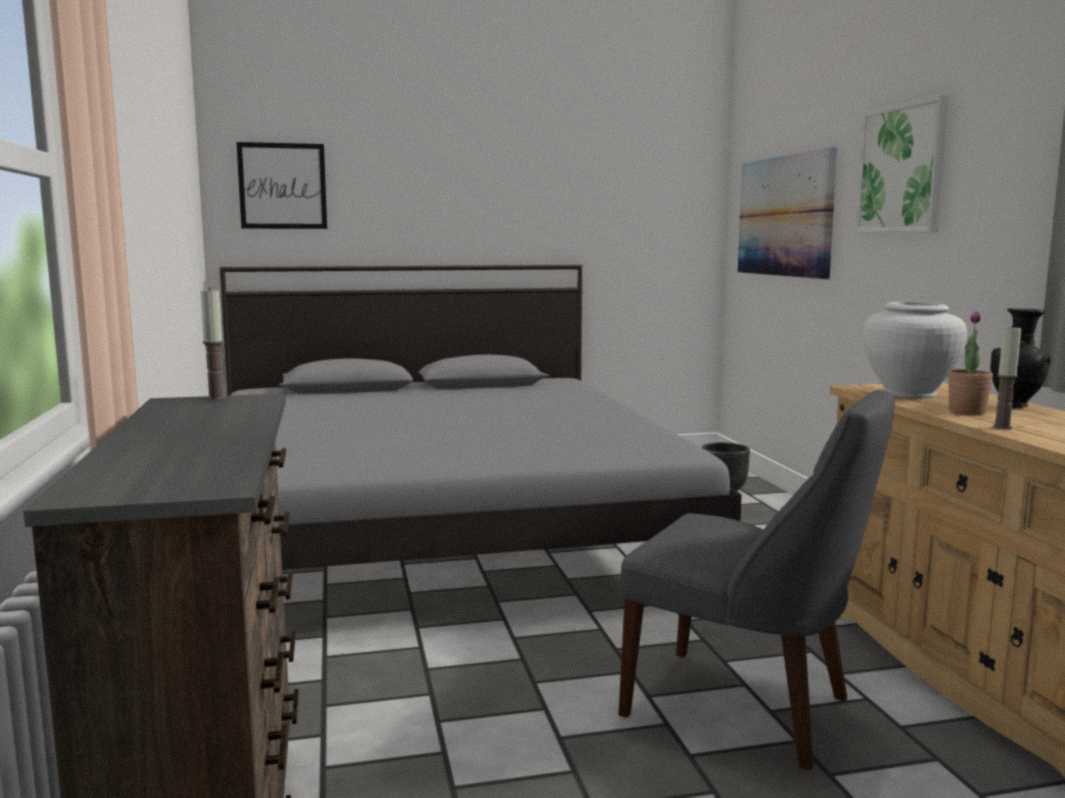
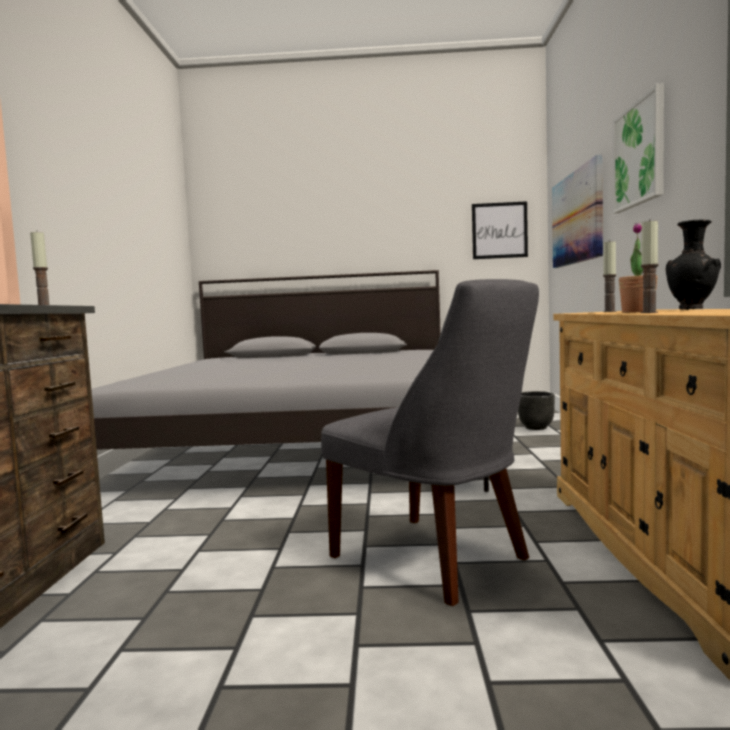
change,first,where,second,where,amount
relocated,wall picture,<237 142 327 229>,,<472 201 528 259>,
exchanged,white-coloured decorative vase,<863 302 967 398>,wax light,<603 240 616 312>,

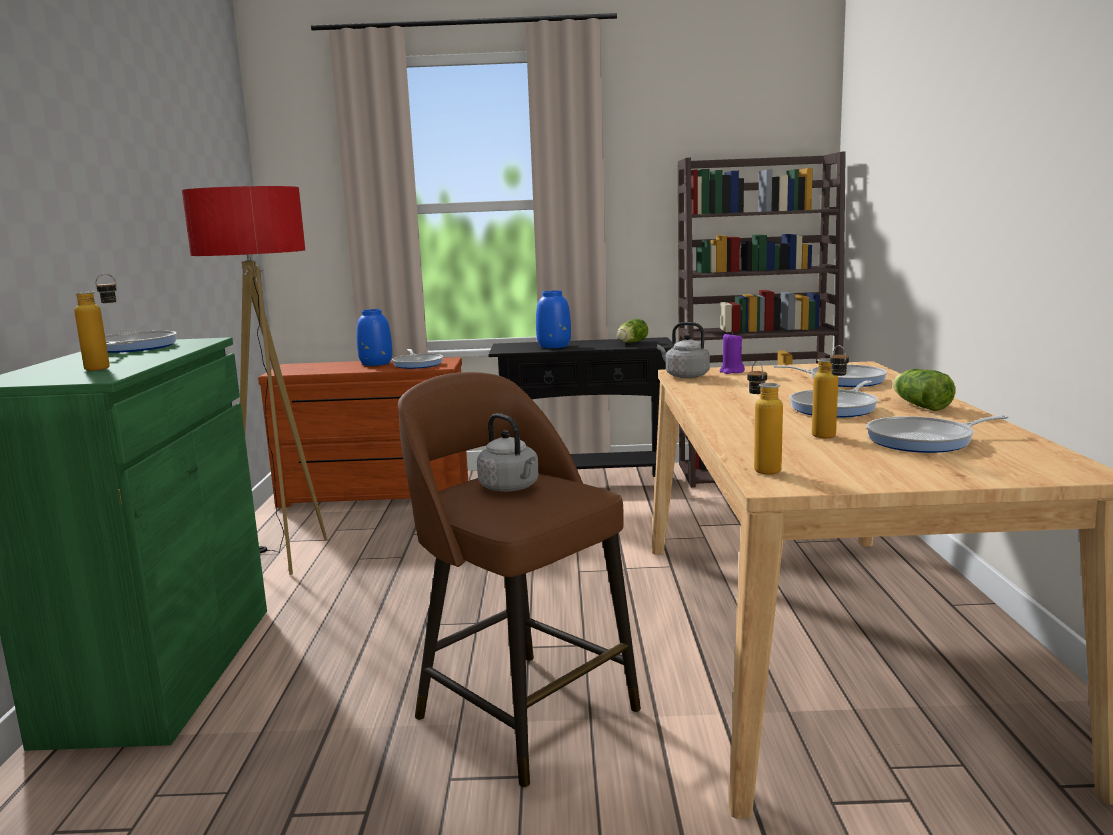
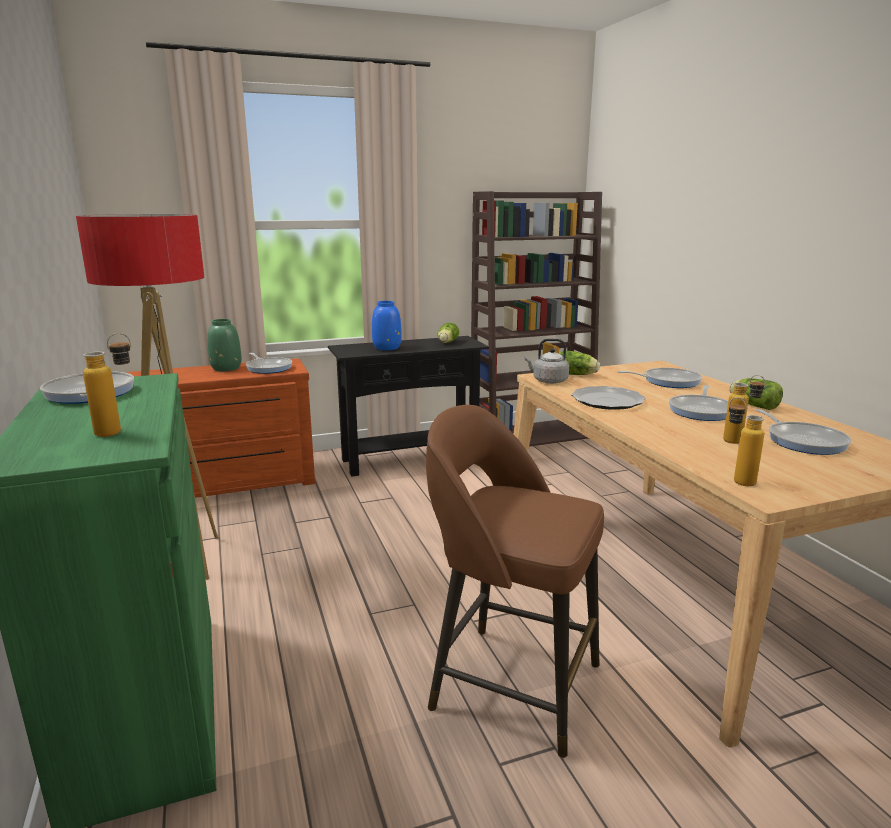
change,first,where,second,where,amount
colour,blue-coloured decorative vase,<356 309 393 366>,green decorative vase,<207 319 242 371>,
missing,greyish tea kettle,<477 413 539 492>,,,
exchanged,purplish wax light,<720 332 745 374>,lettuce,<559 350 600 375>,
spun,frying pan,<866 415 1009 453>,,<755 409 851 455>,75 degrees counterclockwise
appeared,,,dinner plate,<571 386 646 410>,

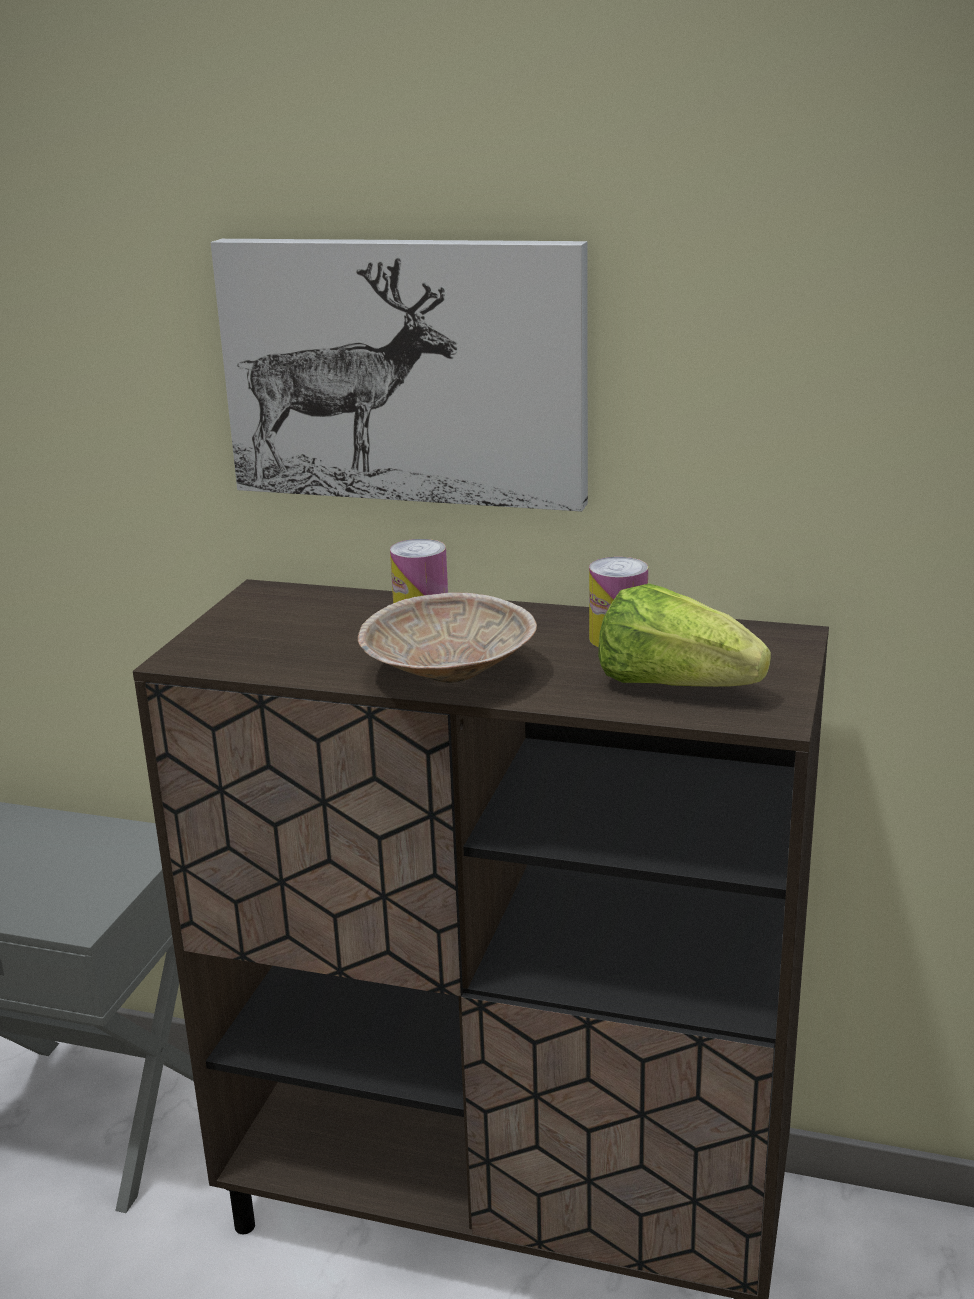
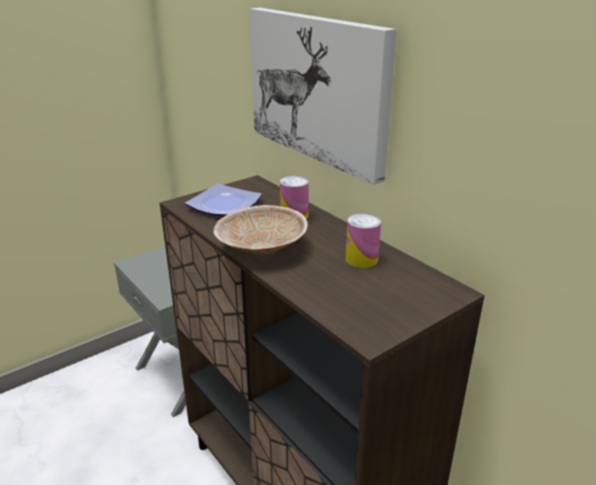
change,first,where,second,where,amount
missing,lettuce,<598 583 771 687>,,,
appeared,,,dinner plate,<185 184 262 216>,

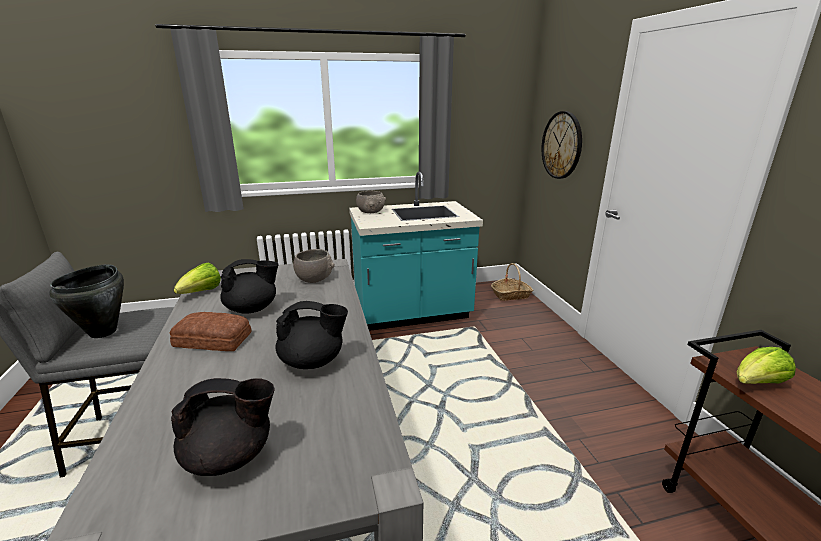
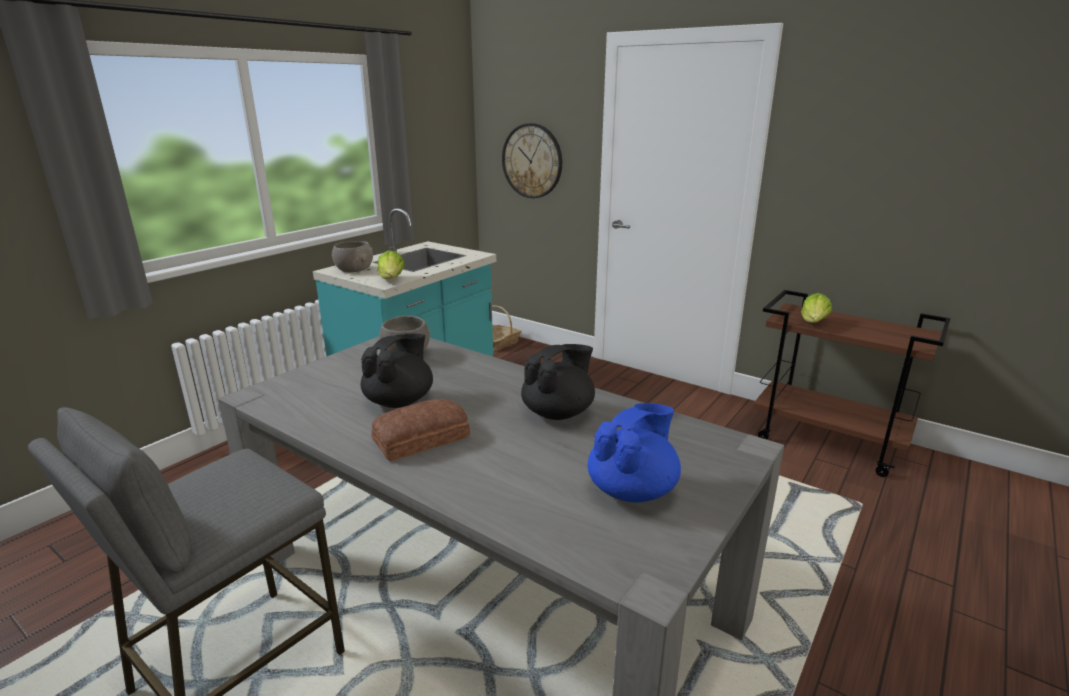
change,first,where,second,where,amount
missing,blackish cooking pot,<49 264 124 338>,,,
colour,blackish pot for tea,<171 378 275 476>,blue-coloured pot for tea,<587 403 681 502>,
relocated,lettuce,<174 263 221 294>,,<378 250 405 279>,

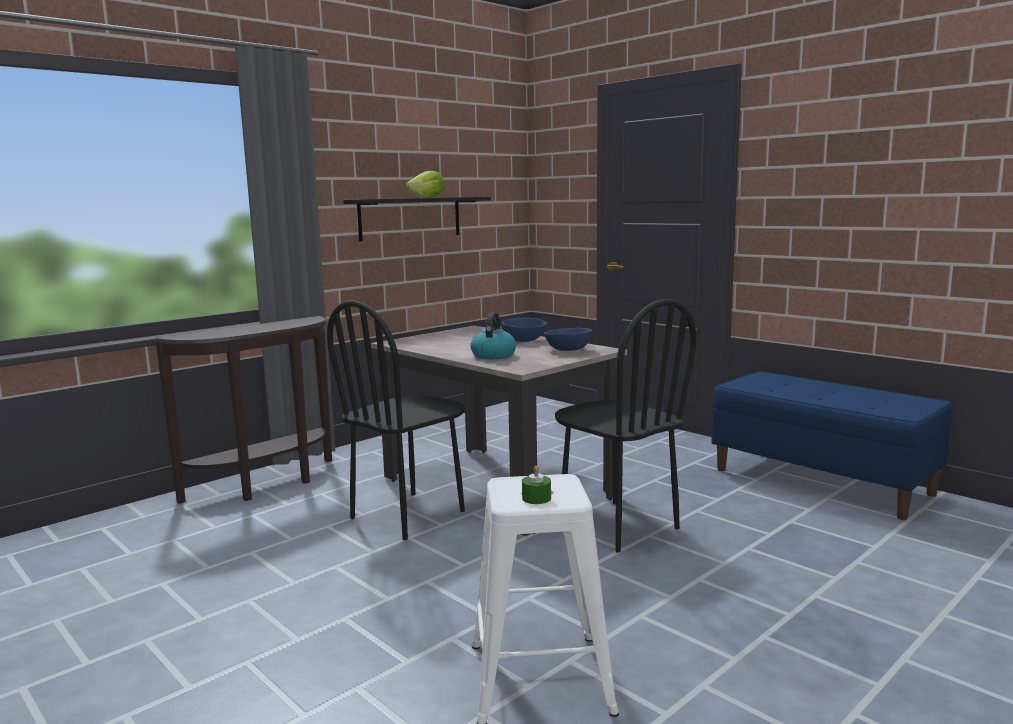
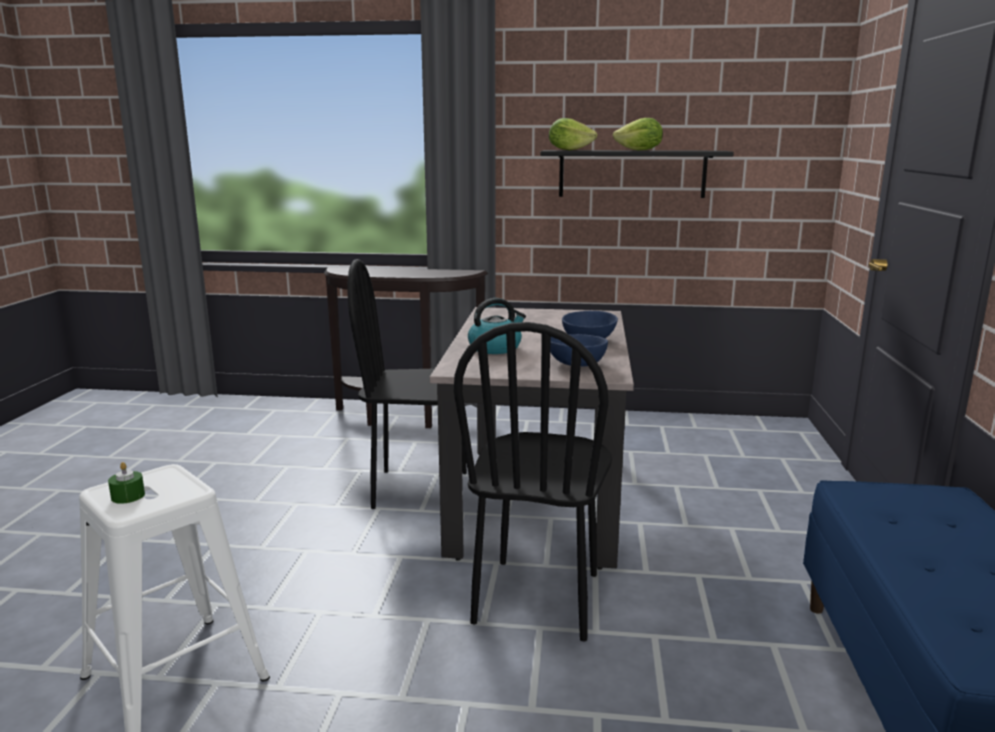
change,first,where,second,where,amount
appeared,,,lettuce,<549 118 597 150>,

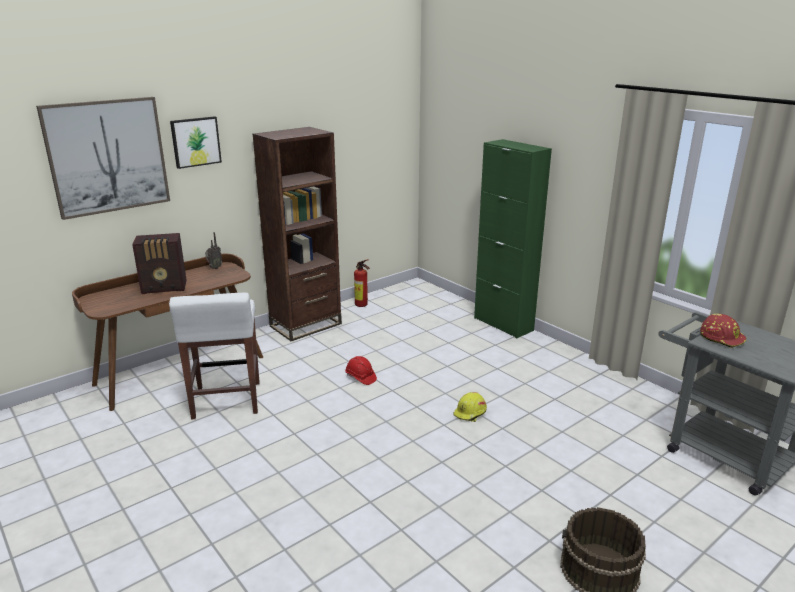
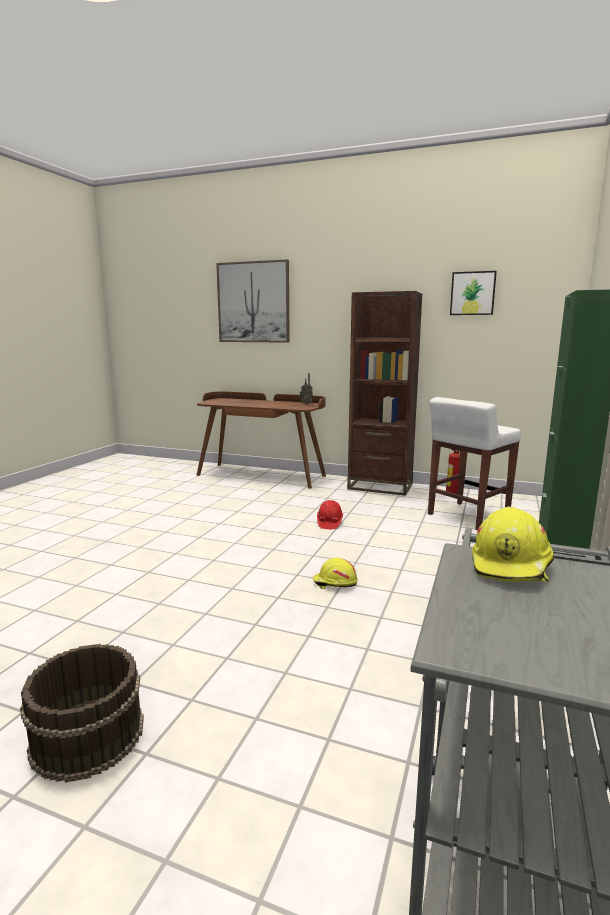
change,first,where,second,where,amount
missing,radio,<132 233 187 294>,,,
relocated,white-coloured sitting stool,<169 293 260 420>,,<428 397 521 530>,
relocated,wall picture,<170 116 222 169>,,<450 271 497 315>,
colour,red safety helmet,<700 314 746 348>,yellow safety helmet,<472 507 554 582>,

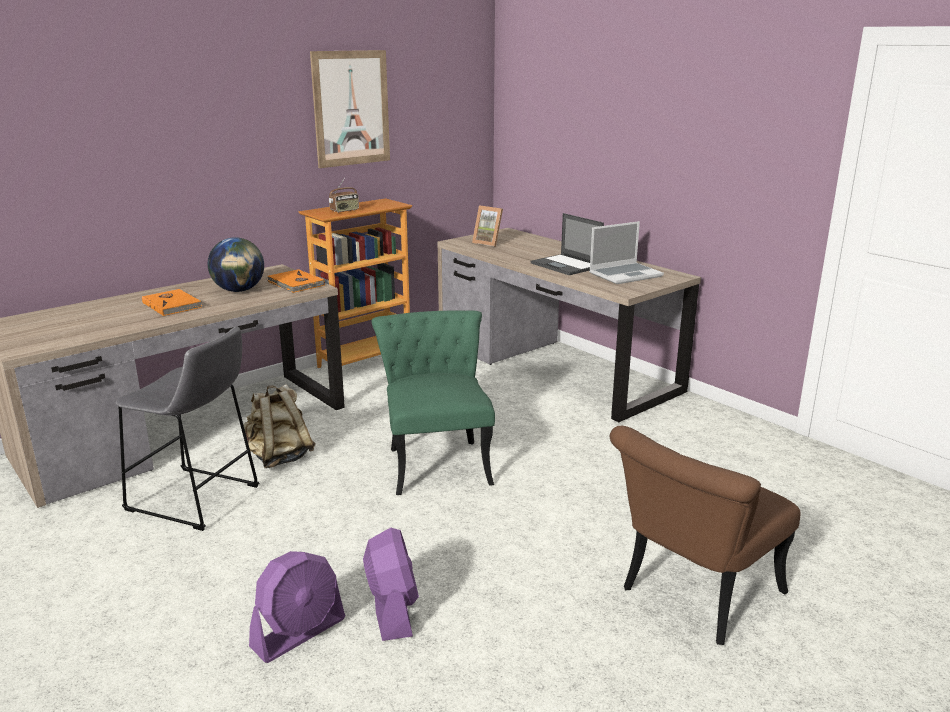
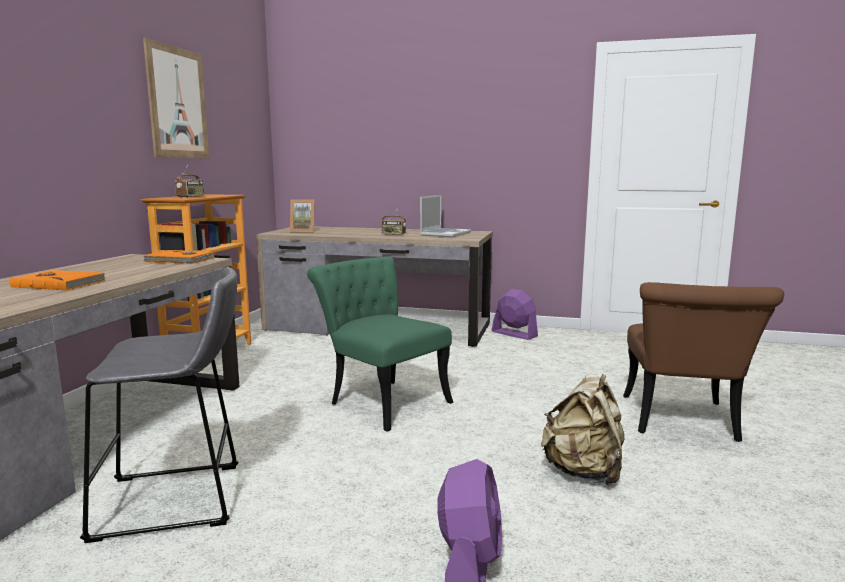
change,first,where,second,where,amount
missing,world globe,<208 237 264 292>,,,
relocated,beige-coloured knapsack,<243 384 316 468>,,<541 374 624 486>,
relocated,purplish cooling fan,<363 528 419 641>,,<492 289 538 340>,
exchanged,notebook computer,<531 213 604 275>,radio,<381 210 407 235>,

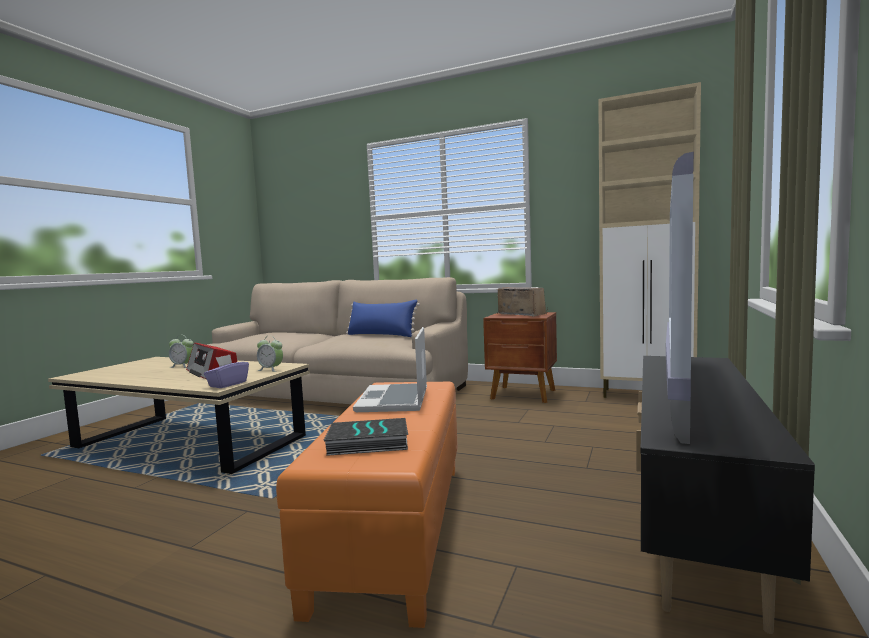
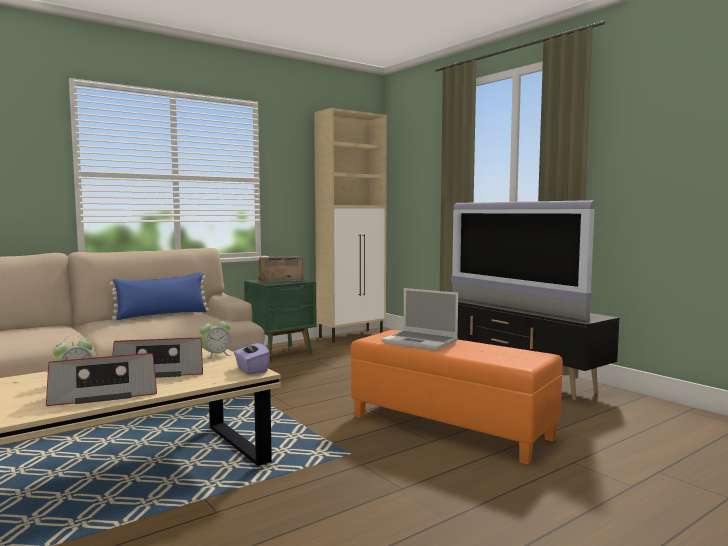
change,first,where,second,where,amount
missing,bound book,<323 418 408 456>,,,
colour,brown bedside table,<483 312 557 403>,green bedside table,<244 279 317 361>,
appeared,,,radio,<46 353 157 406>,

